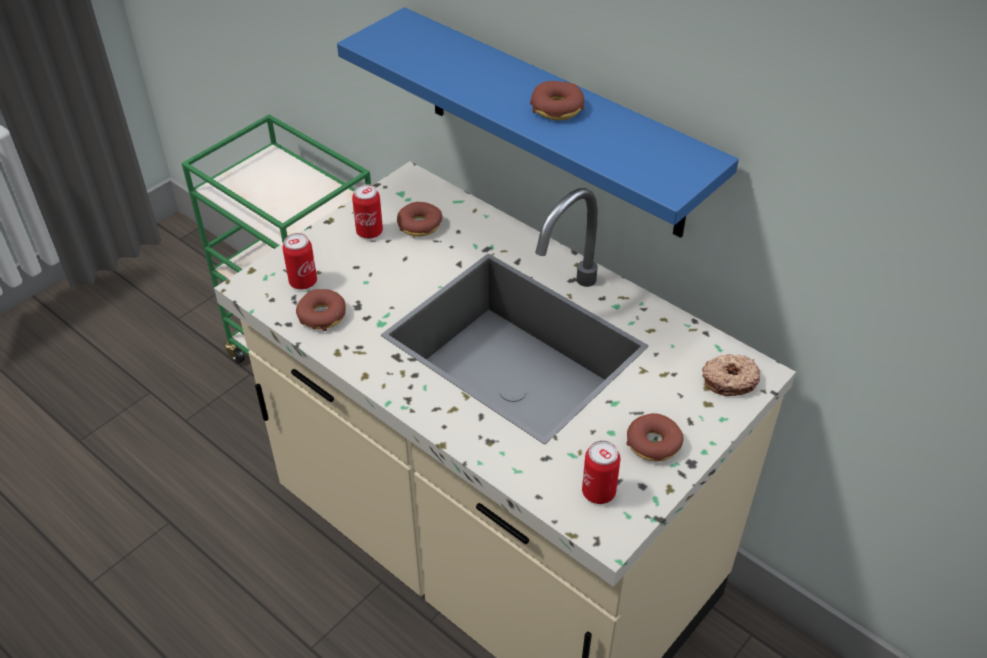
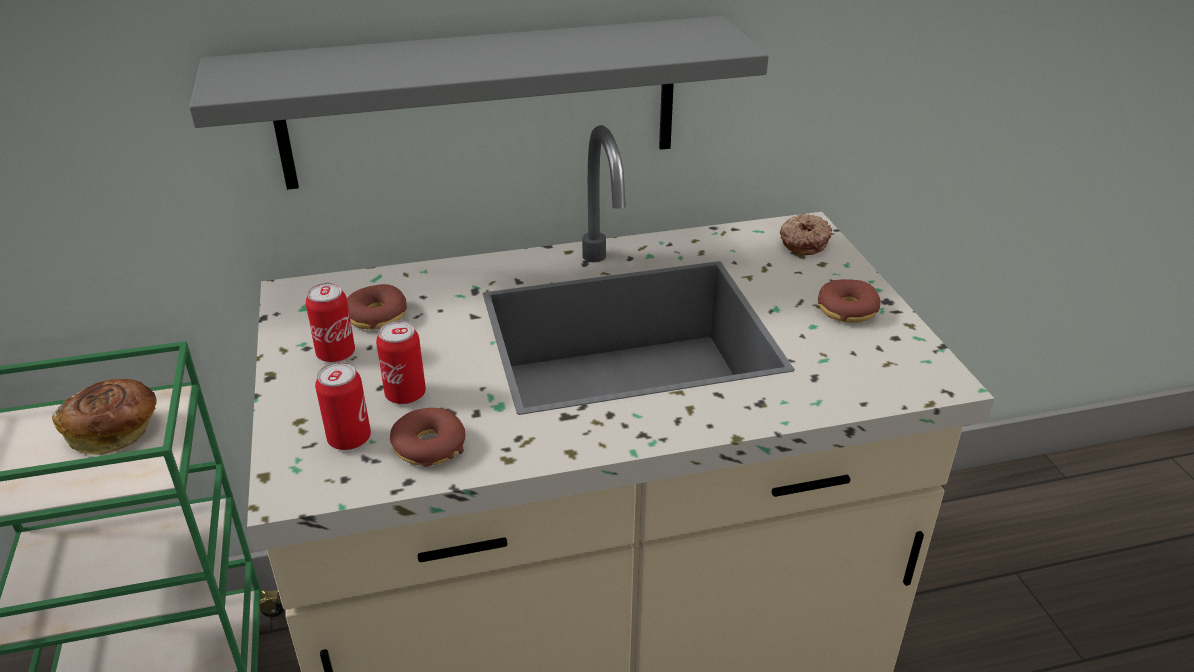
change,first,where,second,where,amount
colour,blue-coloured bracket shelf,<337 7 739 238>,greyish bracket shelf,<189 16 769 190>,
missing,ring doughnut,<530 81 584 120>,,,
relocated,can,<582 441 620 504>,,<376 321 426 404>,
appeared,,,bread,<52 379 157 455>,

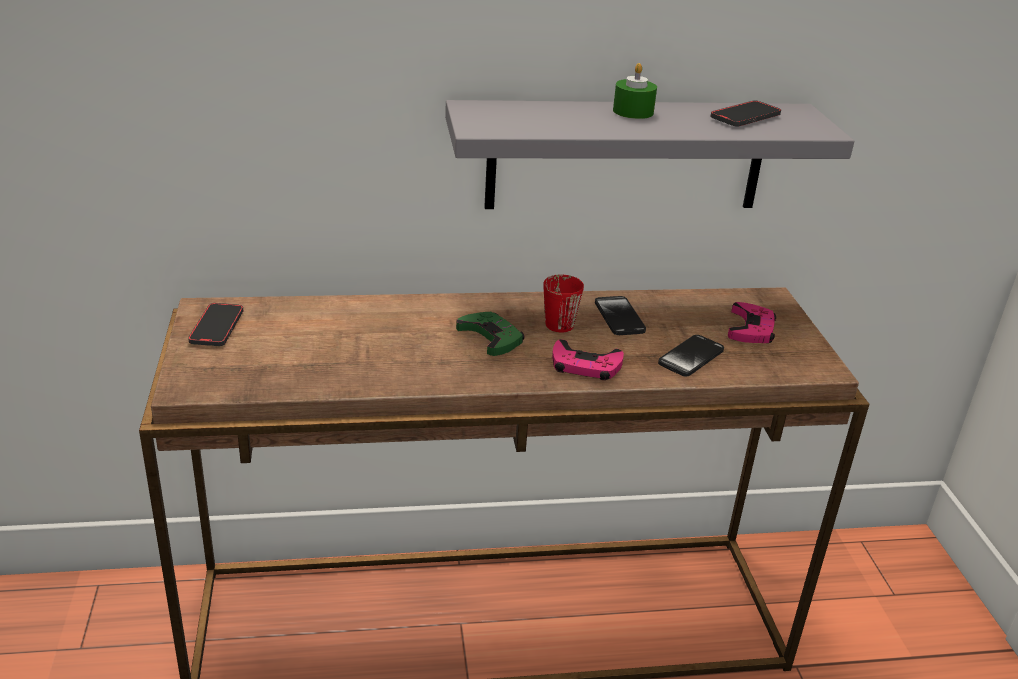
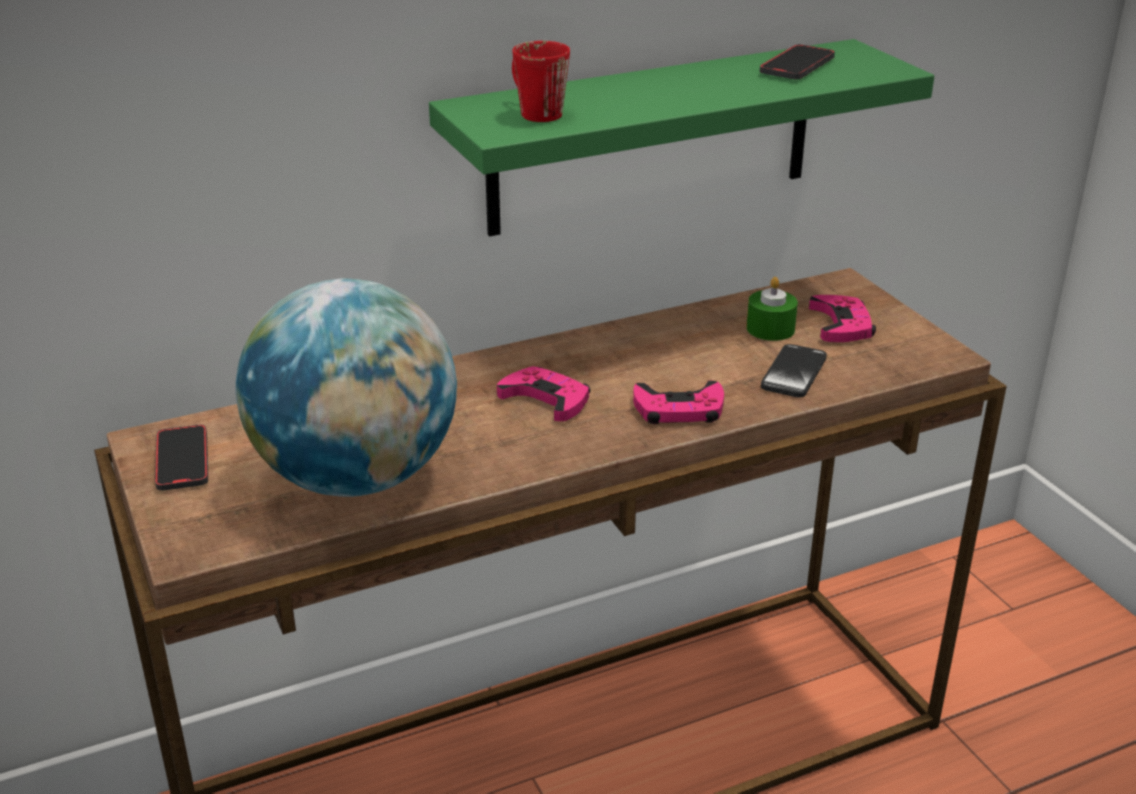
change,first,where,second,where,amount
colour,greyish bracket shelf,<445 100 854 209>,green bracket shelf,<429 39 934 237>,
colour,green gamepad,<456 312 524 356>,pink-coloured gamepad,<497 366 591 421>,
relocated,red coffee mug,<543 275 584 332>,,<512 41 570 122>,
missing,handset,<595 296 646 335>,,,
relocated,green wax light,<613 63 657 119>,,<746 277 798 341>,
appeared,,,world globe,<236 278 457 497>,

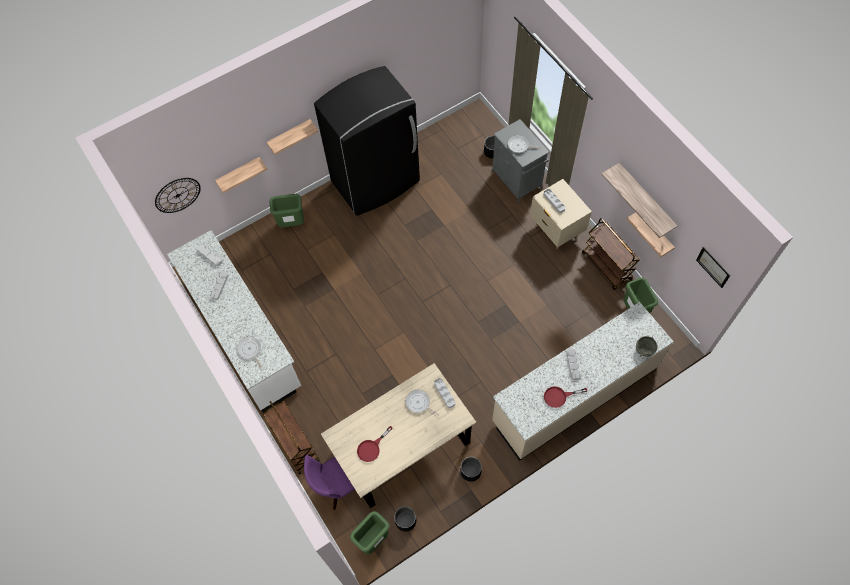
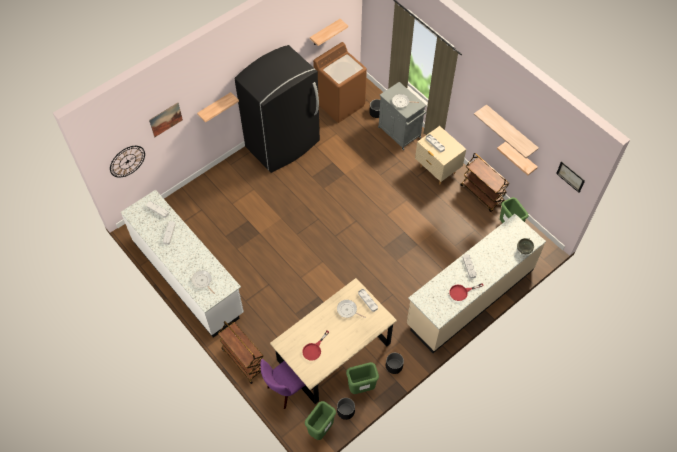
change,first,where,second,where,amount
relocated,bracket shelf,<215 157 268 193>,,<310 19 348 46>,
relocated,green trash can,<270 194 304 227>,,<346 362 379 394>,
appeared,,,wall picture,<149 103 183 137>,
appeared,,,brown laundry machine,<313 42 367 123>,

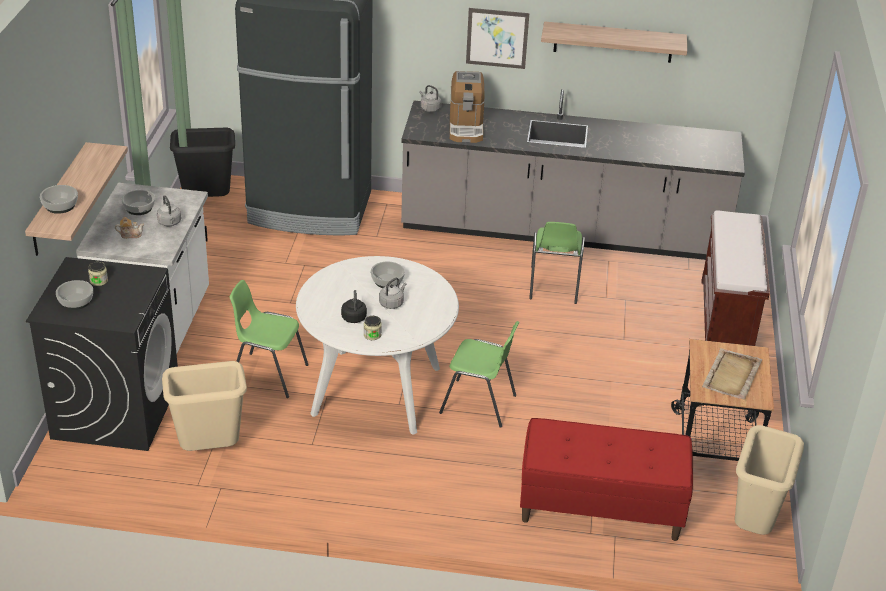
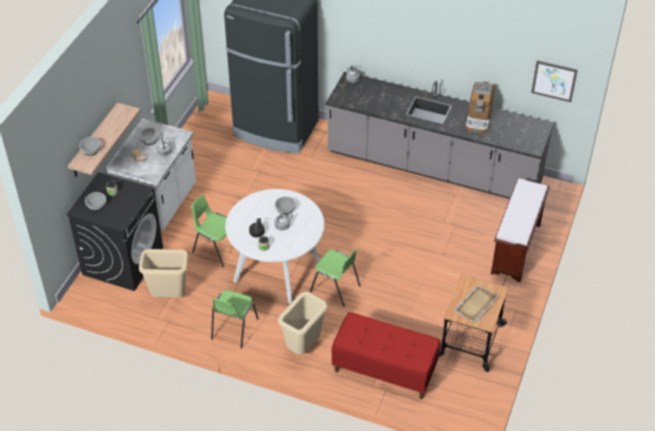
change,first,where,second,where,amount
missing,blackish trash can,<170 128 235 197>,,,
relocated,coffee brewer,<450 71 485 143>,,<465 82 495 133>,
relocated,wall picture,<466 8 529 69>,,<531 61 578 102>,
relocated,green upright chair,<529 222 585 304>,,<211 290 259 349>,
missing,bracket shelf,<541 21 687 63>,,,
relocated,beige-coloured trash can,<735 425 804 535>,,<278 292 328 355>,

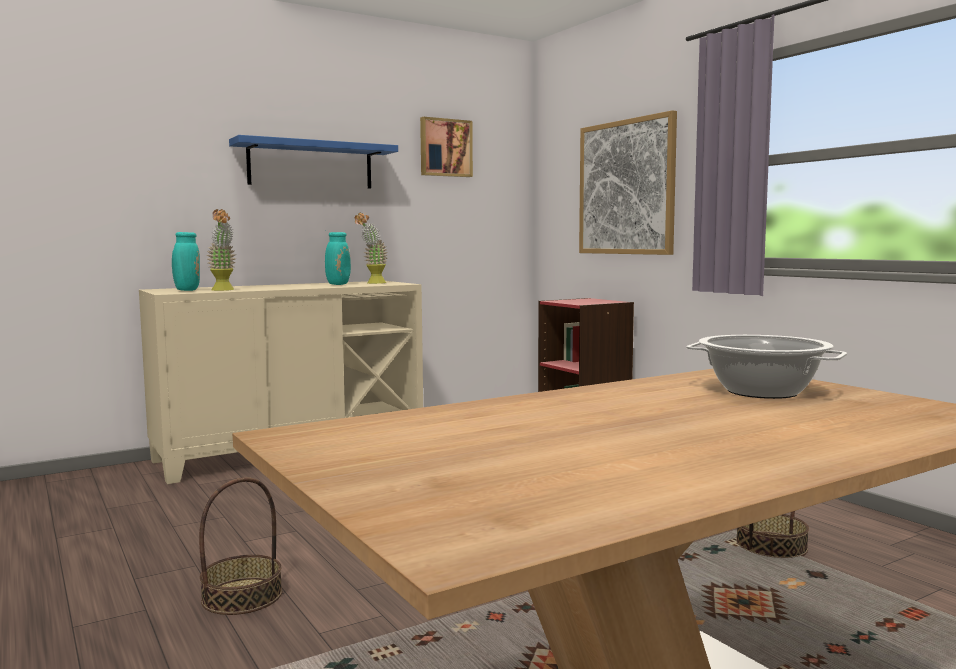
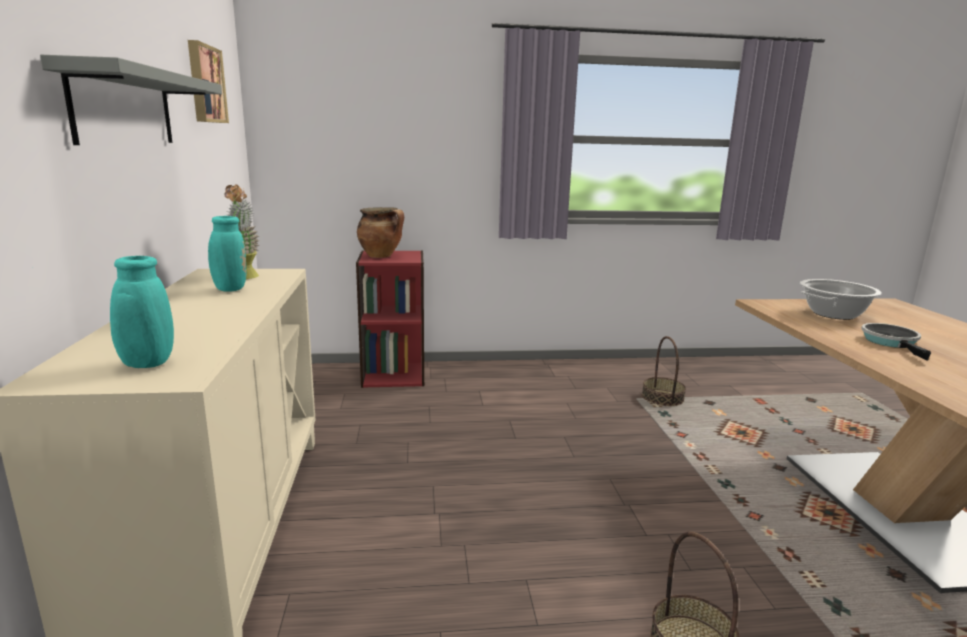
change,first,where,second,where,amount
missing,houseplant,<207 209 236 291>,,,
colour,blue-coloured bracket shelf,<229 135 398 189>,greyish bracket shelf,<40 55 222 145>,
missing,wall picture,<579 110 677 255>,,,
appeared,,,cooking pot,<357 207 404 258>,
appeared,,,frying pan,<861 323 931 361>,

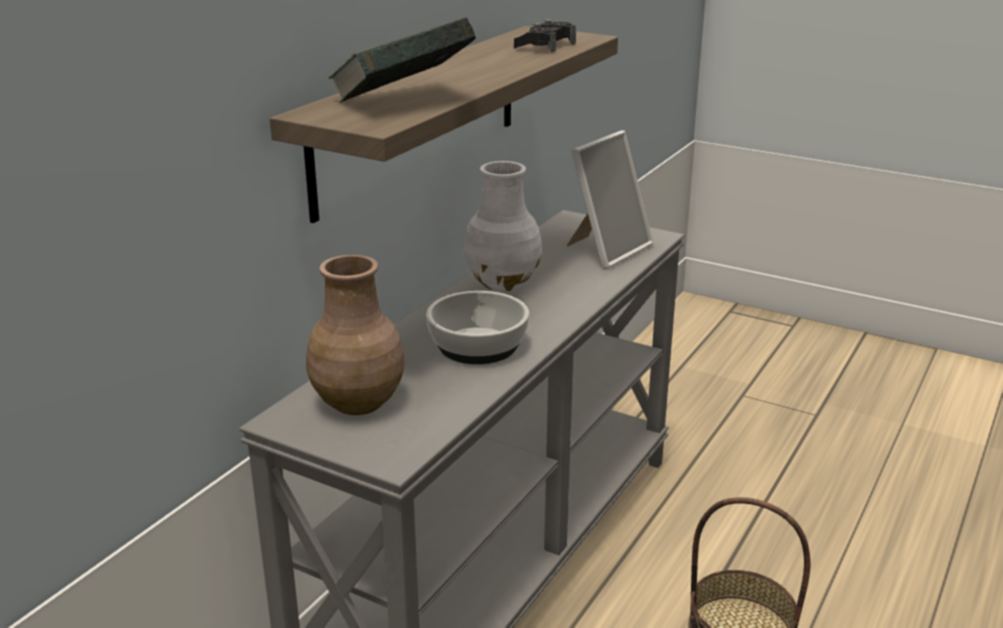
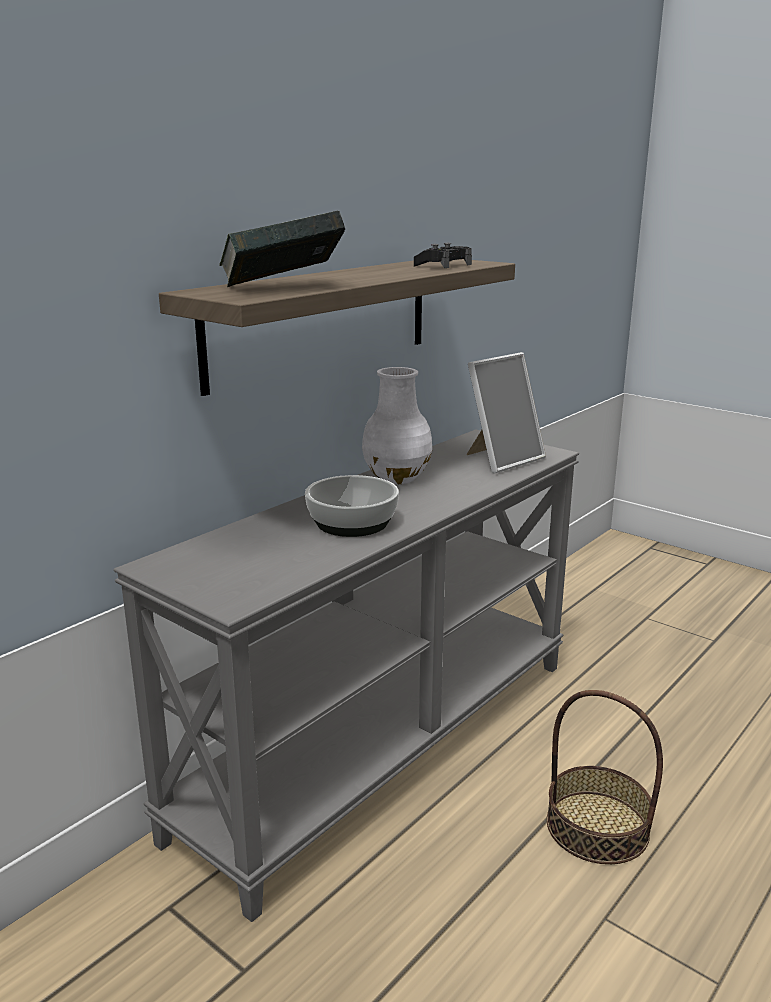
change,first,where,second,where,amount
missing,brown decorative vase,<306 255 404 415>,,,

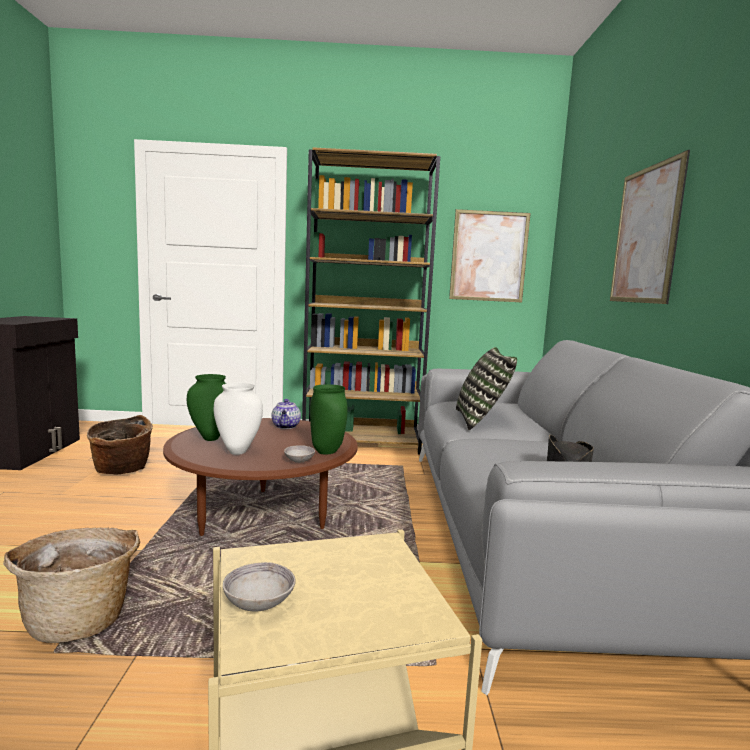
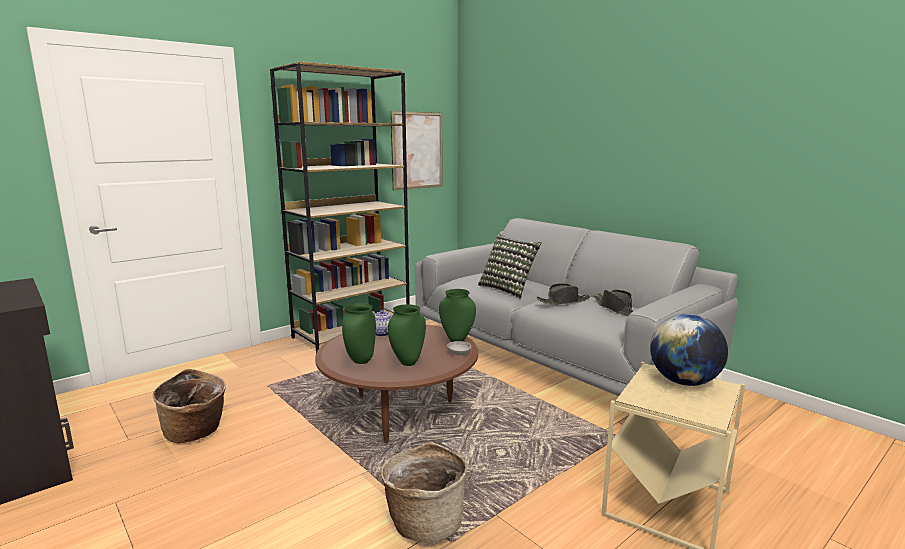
change,first,where,second,where,amount
colour,white-coloured decorative vase,<214 383 263 455>,green decorative vase,<388 304 426 366>,
missing,greyish serving bowl,<223 562 296 611>,,,
missing,wall picture,<610 150 690 304>,,,
appeared,,,blackish hat,<536 283 590 305>,
appeared,,,world globe,<650 314 728 386>,

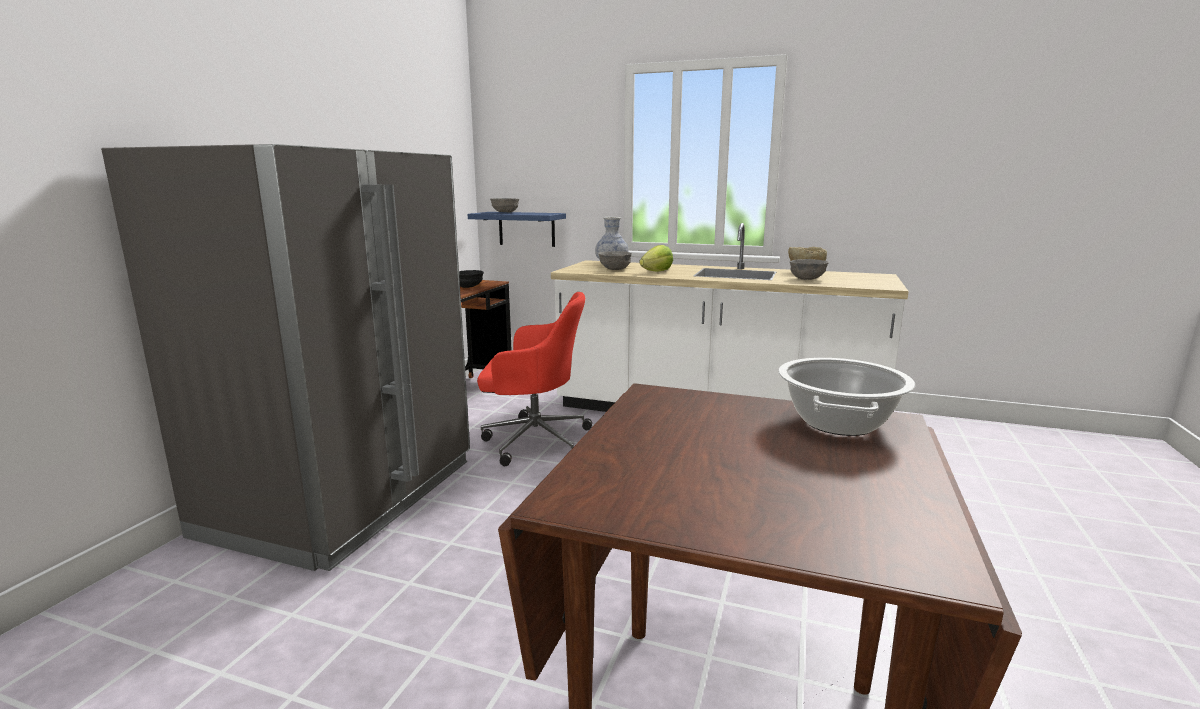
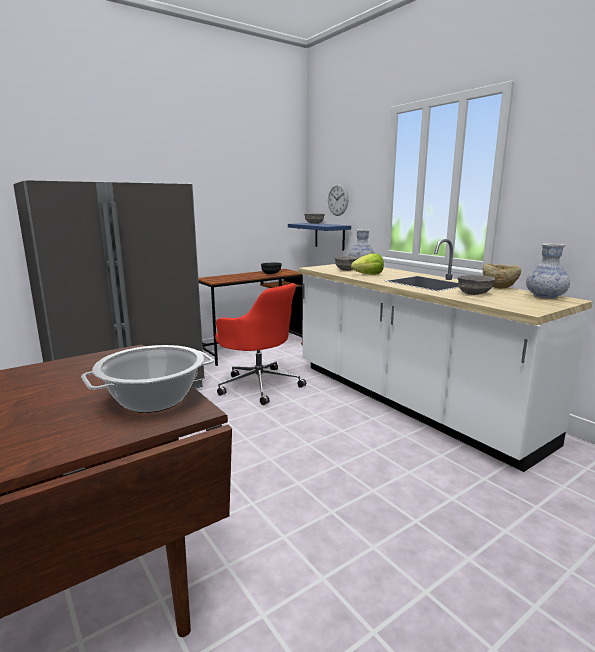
change,first,where,second,where,amount
appeared,,,hanging clock,<328 183 349 216>,
appeared,,,decorative vase,<526 244 570 299>,

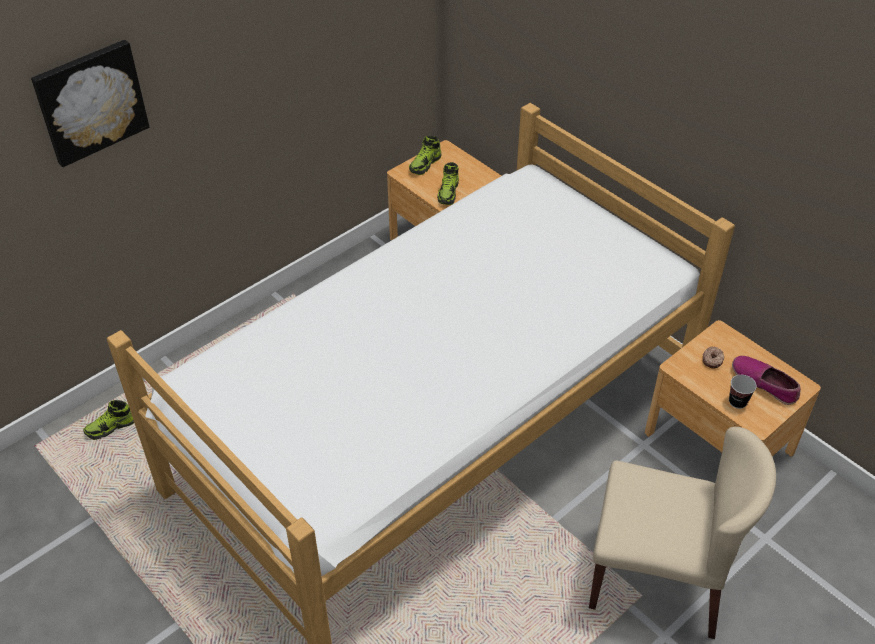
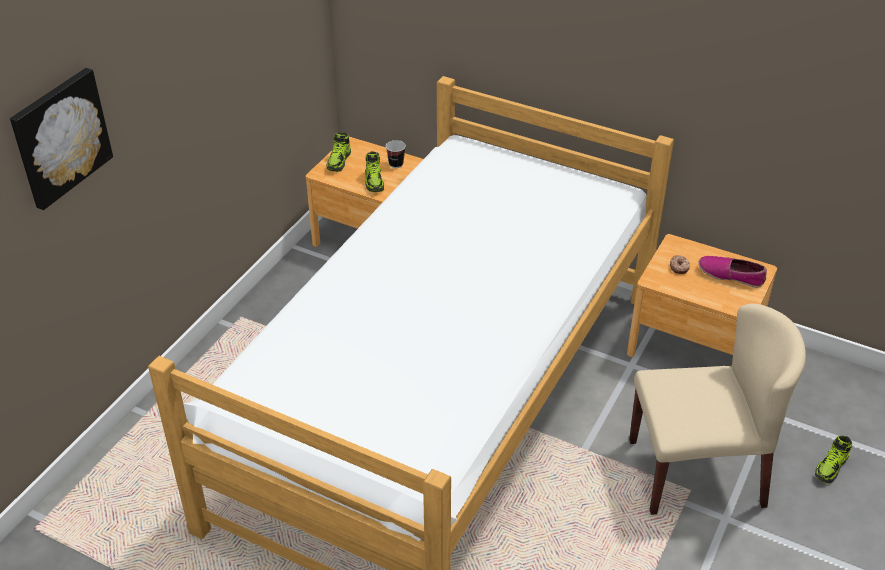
change,first,where,second,where,amount
relocated,shoe,<83 400 134 440>,,<815 436 853 484>,
relocated,drinking cup,<729 375 757 409>,,<386 140 406 168>,

